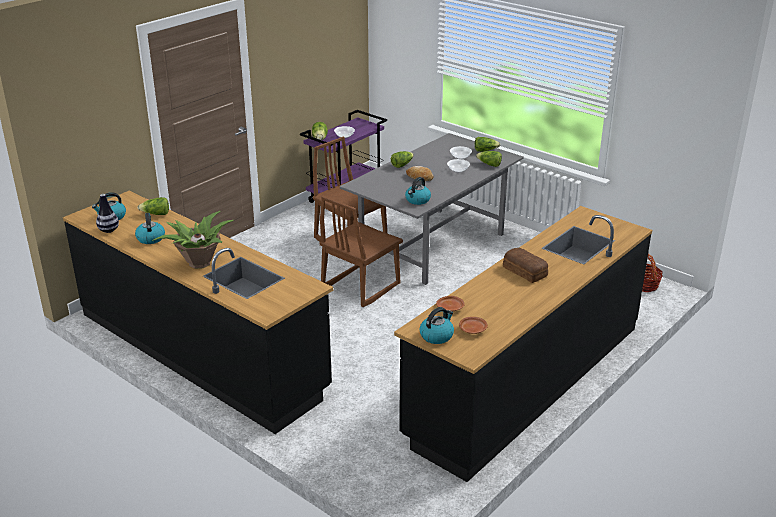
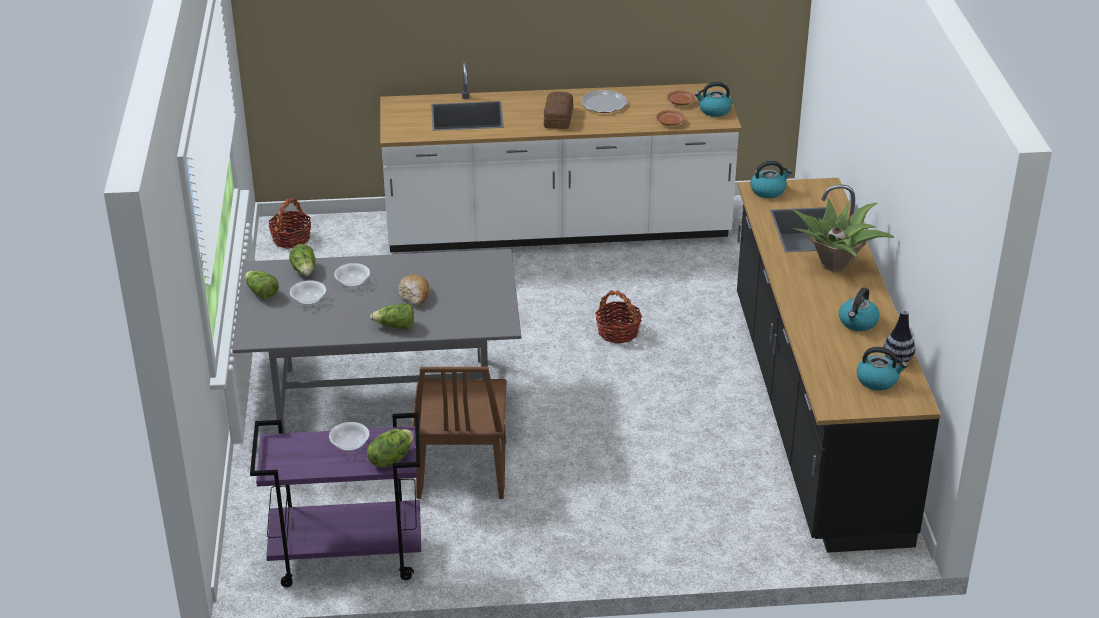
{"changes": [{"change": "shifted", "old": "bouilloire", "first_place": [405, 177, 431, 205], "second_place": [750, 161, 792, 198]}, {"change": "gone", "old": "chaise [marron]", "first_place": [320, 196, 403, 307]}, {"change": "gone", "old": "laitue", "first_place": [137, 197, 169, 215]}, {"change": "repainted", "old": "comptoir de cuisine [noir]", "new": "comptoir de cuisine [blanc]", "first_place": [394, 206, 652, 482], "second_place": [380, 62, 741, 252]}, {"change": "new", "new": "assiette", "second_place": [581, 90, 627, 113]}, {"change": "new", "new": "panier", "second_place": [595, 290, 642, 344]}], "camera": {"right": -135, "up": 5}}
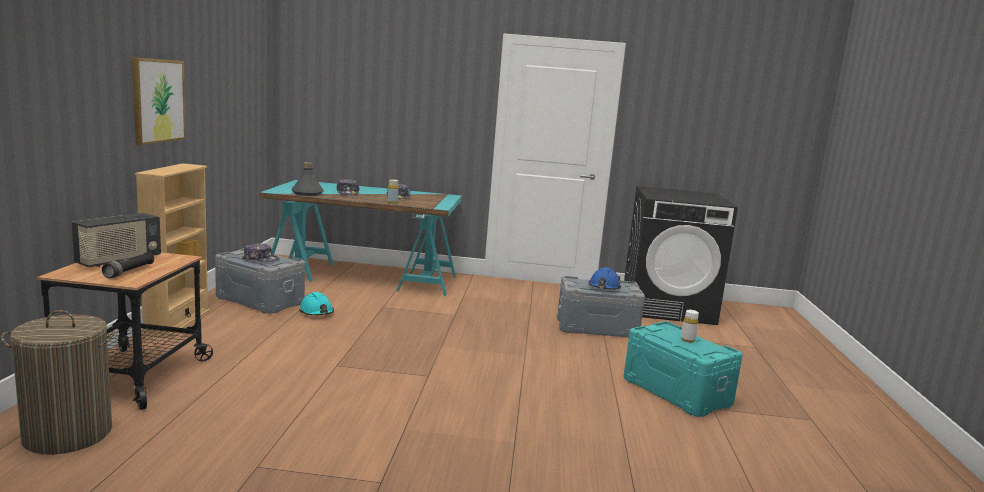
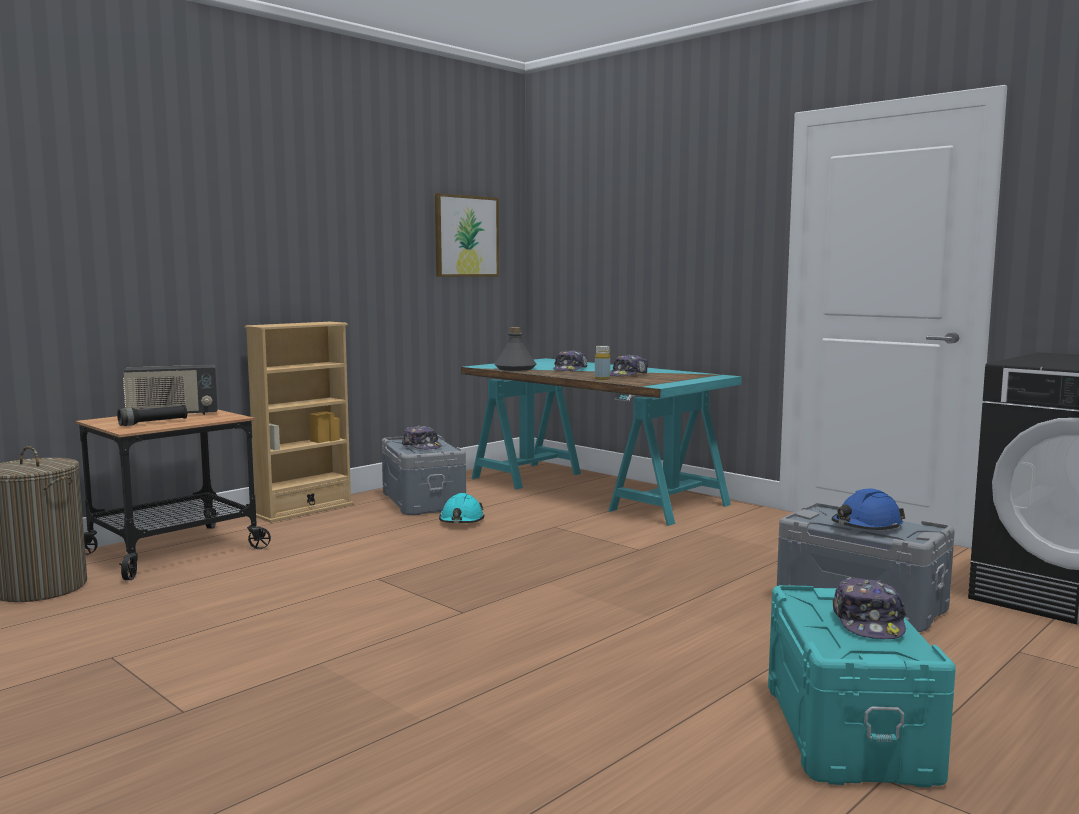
{"changes": [{"change": "shifted", "old": "tableau", "first_place": [132, 57, 186, 145], "second_place": [435, 193, 499, 277]}, {"change": "swapped", "old": "bouteille [blanc]", "new": "casquette", "first_place": [681, 310, 699, 342], "second_place": [833, 577, 907, 639]}], "camera": {"right": 40, "up": -5}}
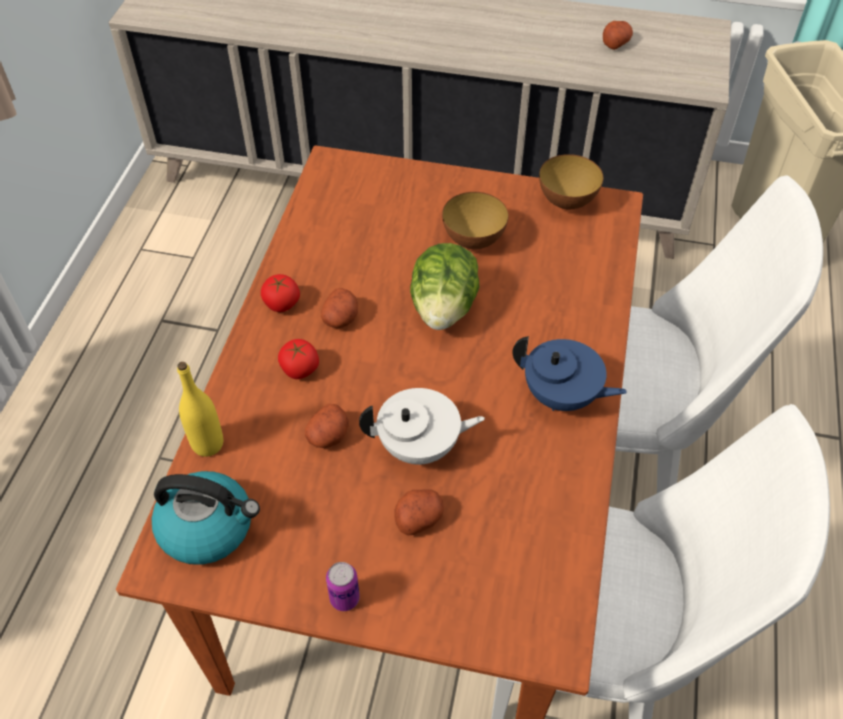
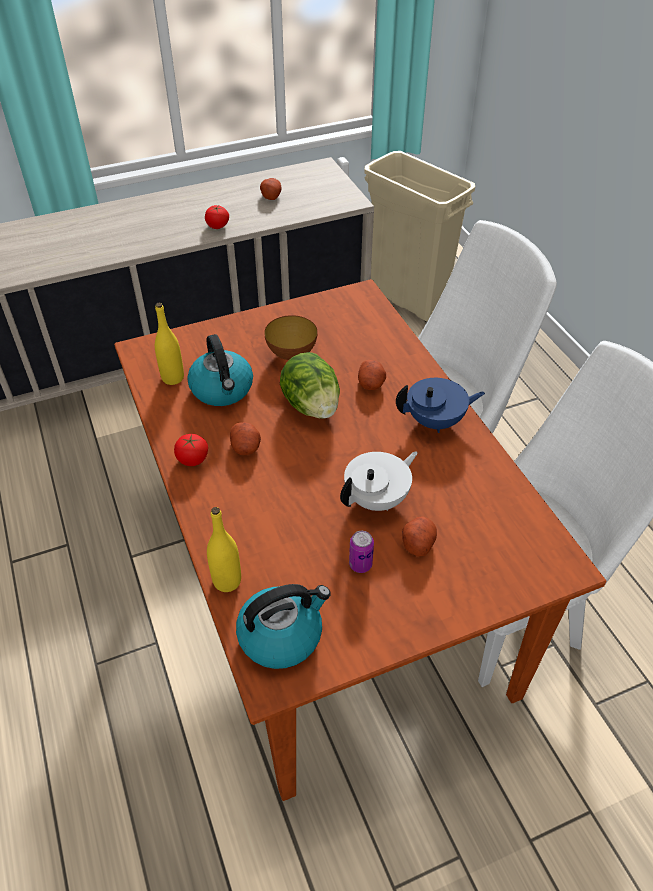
{"changes": [{"change": "gone", "old": "bol", "first_place": [539, 154, 603, 209]}, {"change": "shifted", "old": "tomate", "first_place": [278, 339, 319, 379], "second_place": [205, 205, 229, 229]}, {"change": "shifted", "old": "pomme de terre", "first_place": [305, 404, 349, 448], "second_place": [358, 360, 386, 390]}, {"change": "shifted", "old": "boîte métallique", "first_place": [326, 562, 360, 611], "second_place": [349, 531, 374, 573]}, {"change": "new", "new": "bouteille [jaune]", "second_place": [155, 303, 184, 385]}, {"change": "new", "new": "bouilloire", "second_place": [187, 334, 253, 406]}], "camera": {"right": -35, "up": -5}}
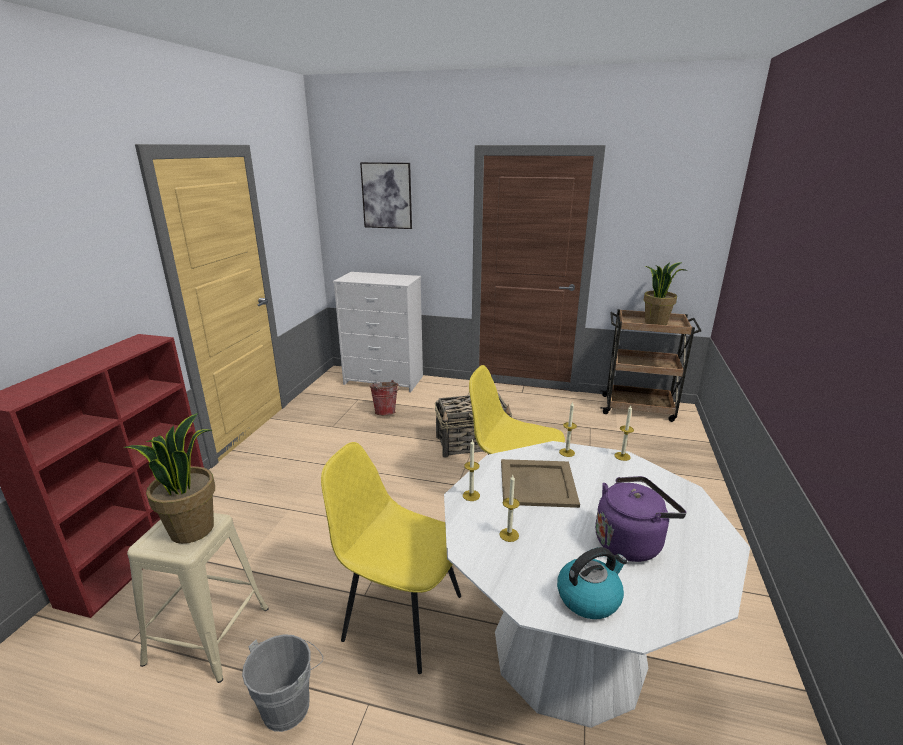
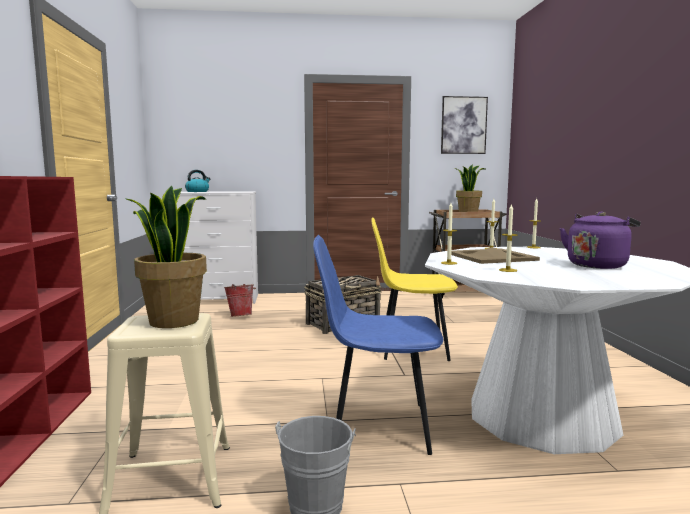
{"changes": [{"change": "shifted", "old": "tableau", "first_place": [360, 162, 412, 229], "second_place": [441, 96, 488, 154]}, {"change": "repainted", "old": "chaise [jaune]", "new": "chaise [bleu]", "first_place": [321, 442, 461, 674], "second_place": [313, 235, 443, 455]}, {"change": "shifted", "old": "bouilloire", "first_place": [557, 547, 627, 619], "second_place": [185, 170, 210, 192]}], "camera": {"right": -20, "up": -15}}
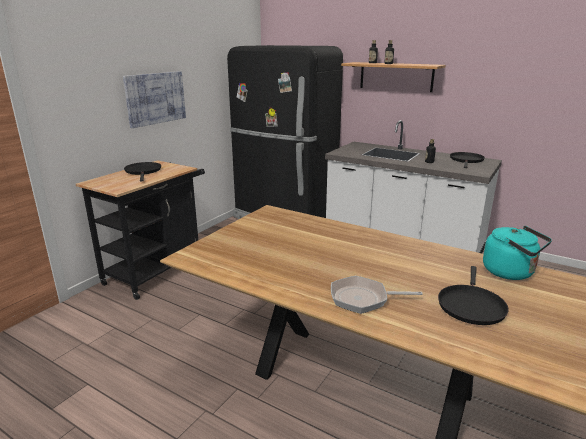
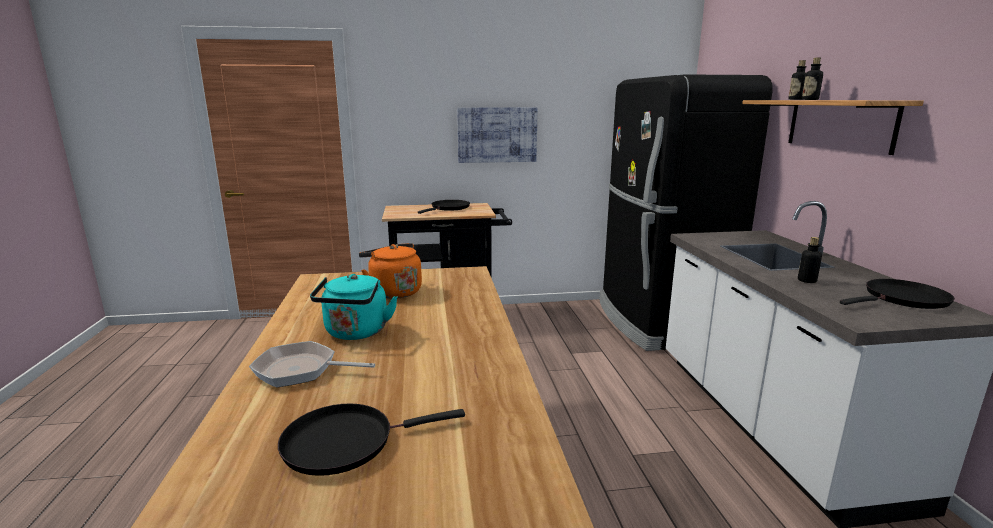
{"changes": [{"change": "shifted", "old": "bouilloire [turquoise]", "first_place": [483, 226, 552, 280], "second_place": [310, 274, 398, 340]}, {"change": "rotated", "old": "poêle", "first_place": [331, 276, 423, 314], "second_place": [249, 341, 375, 388], "degrees": -45}, {"change": "new", "new": "bouilloire [orange]", "second_place": [359, 243, 422, 299]}], "camera": {"right": 50, "up": -5}}
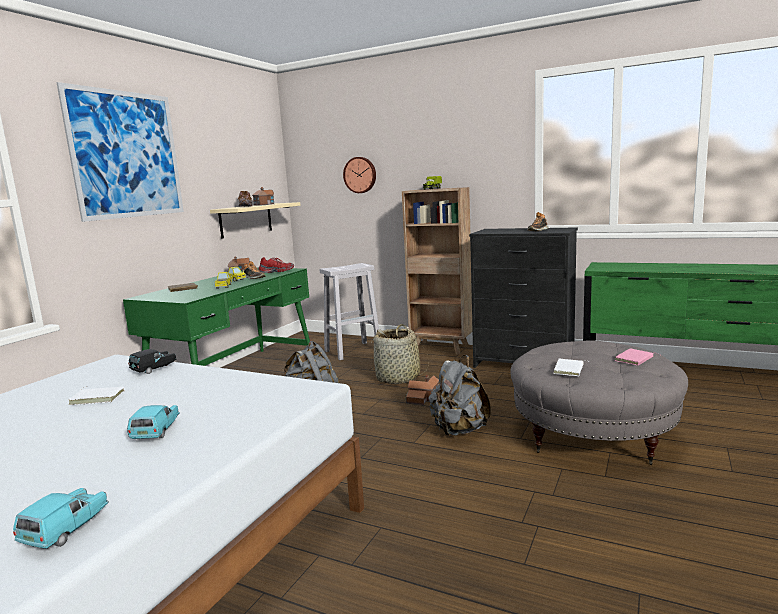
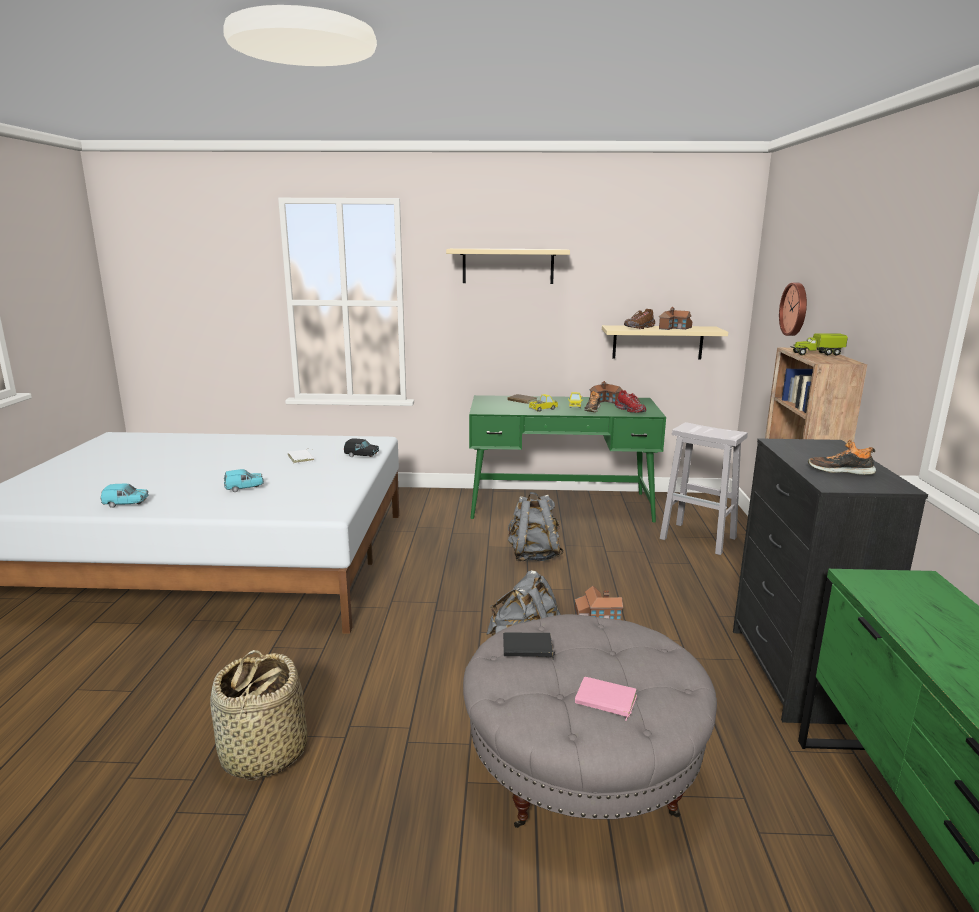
{"changes": [{"change": "swapped", "old": "tableau", "new": "étagère [beige]", "first_place": [56, 82, 184, 222], "second_place": [446, 248, 570, 284]}, {"change": "shifted", "old": "panier", "first_place": [372, 324, 429, 384], "second_place": [210, 650, 308, 781]}, {"change": "repainted", "old": "livre [blanc]", "new": "livre [noir]", "first_place": [553, 359, 592, 376], "second_place": [503, 632, 555, 660]}], "camera": {"right": 65, "up": 5}}
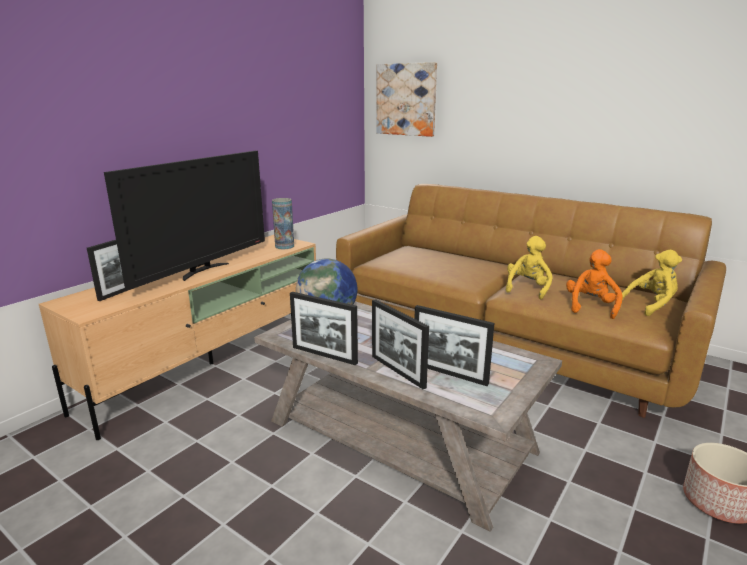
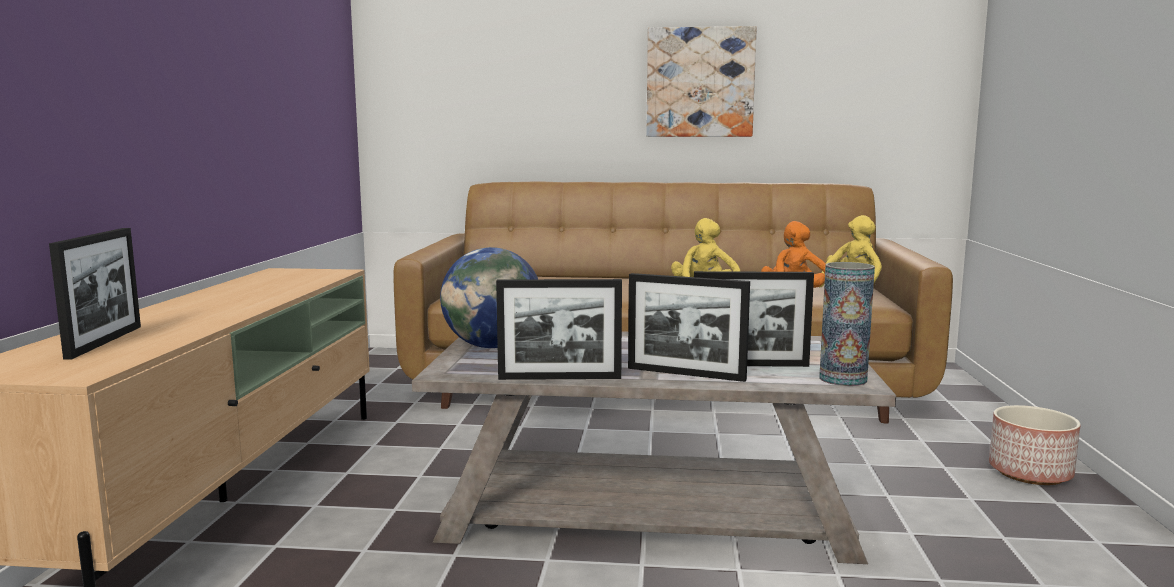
{"changes": [{"change": "shifted", "old": "tableau", "first_place": [376, 62, 437, 137], "second_place": [646, 26, 757, 137]}, {"change": "gone", "old": "téléviseur", "first_place": [104, 151, 265, 290]}, {"change": "shifted", "old": "vase", "first_place": [272, 198, 294, 249], "second_place": [819, 262, 875, 386]}], "camera": {"right": -30, "up": -10}}
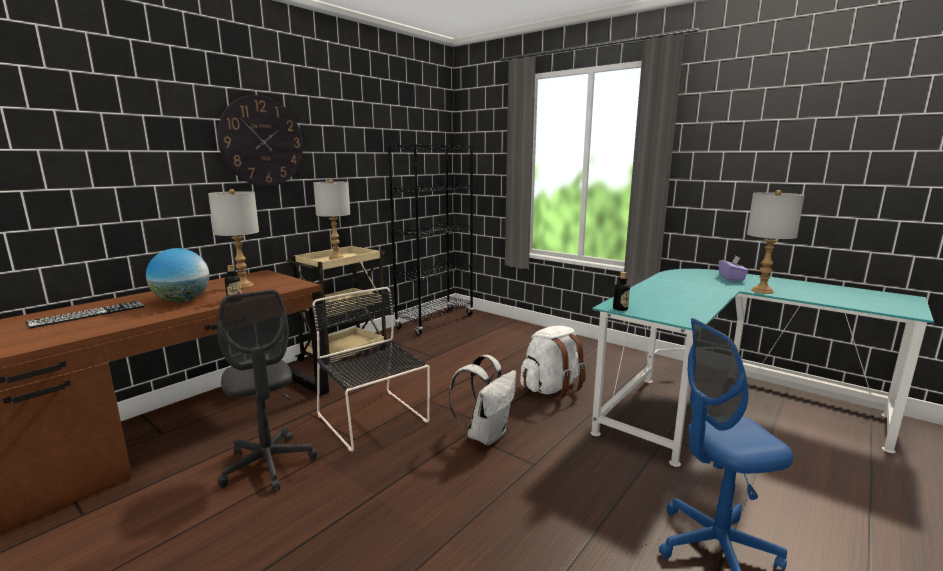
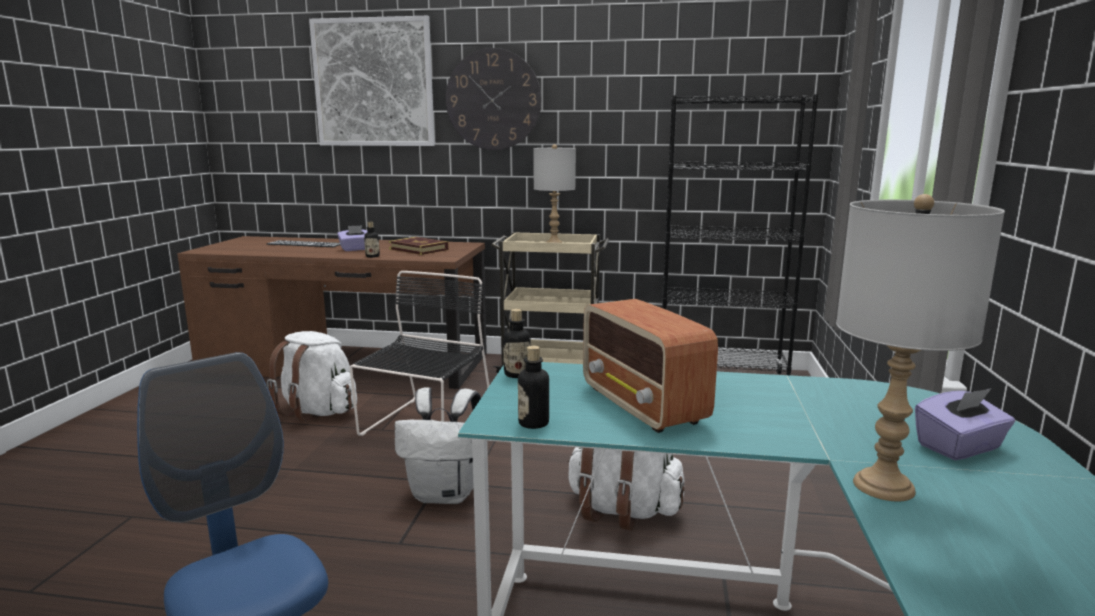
{"changes": [{"change": "swapped", "old": "lampe de table [gris]", "new": "livre", "first_place": [208, 189, 259, 288], "second_place": [389, 237, 449, 255]}, {"change": "swapped", "old": "globe", "new": "boîte à mouchoirs [violet]", "first_place": [146, 248, 209, 303], "second_place": [337, 225, 367, 251]}, {"change": "swapped", "old": "chaise de bureau [gris]", "new": "sac à dos [blanc]", "first_place": [217, 290, 317, 492], "second_place": [267, 331, 357, 423]}, {"change": "new", "new": "tableau", "second_place": [309, 16, 435, 146]}, {"change": "new", "new": "radio", "second_place": [583, 299, 718, 433]}, {"change": "new", "new": "bouteille", "second_place": [518, 345, 549, 429]}], "camera": {"right": 60, "up": 0}}
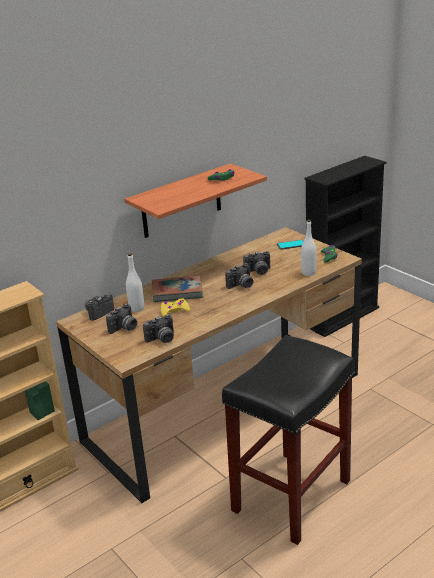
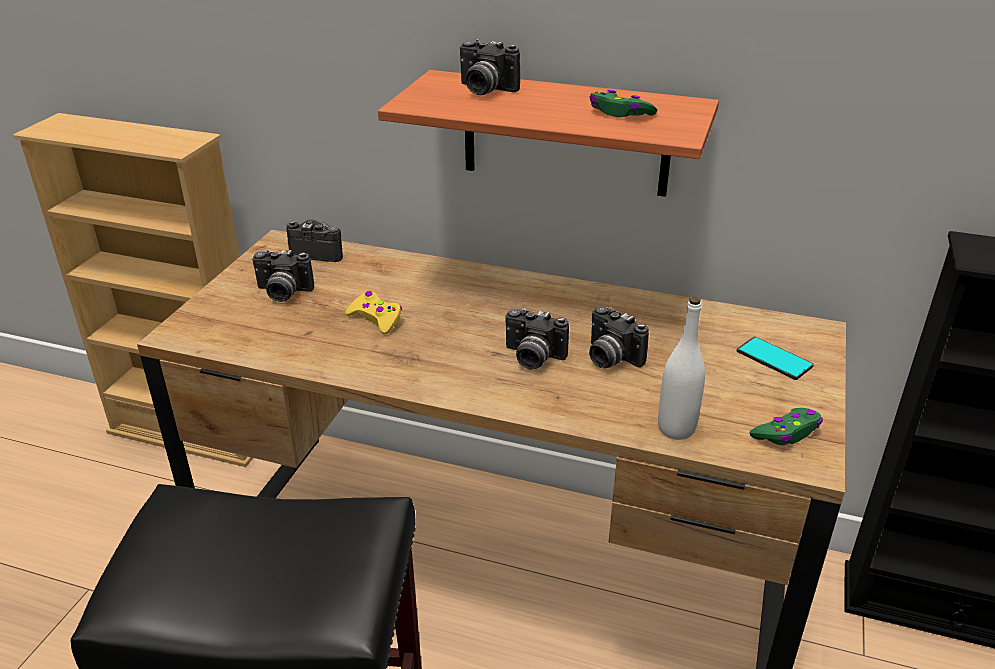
{"changes": [{"change": "gone", "old": "bouteille [blanc]", "first_place": [126, 253, 144, 312]}, {"change": "gone", "old": "livre", "first_place": [152, 275, 203, 302]}, {"change": "shifted", "old": "appareil photo", "first_place": [143, 314, 174, 343], "second_place": [460, 39, 520, 95]}], "camera": {"right": 55, "up": 5}}
